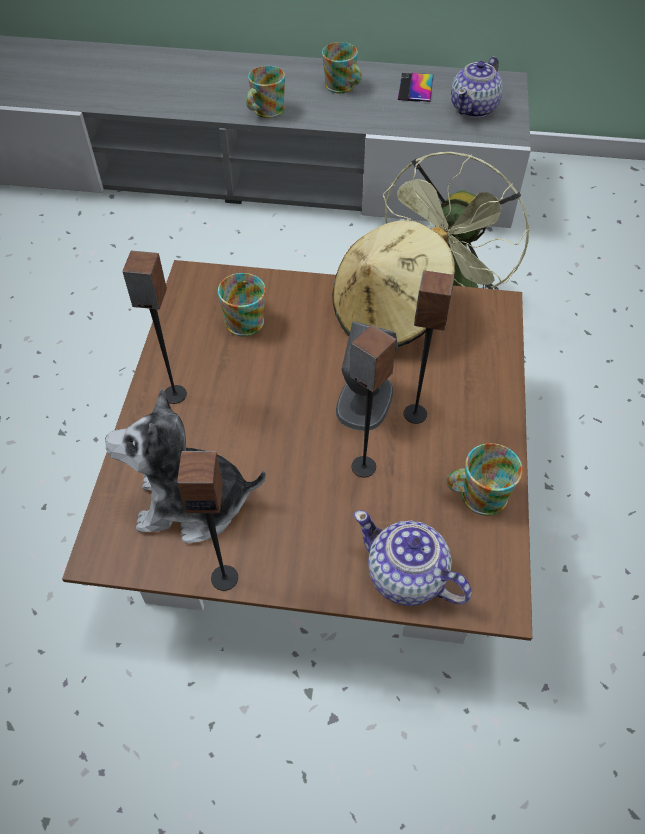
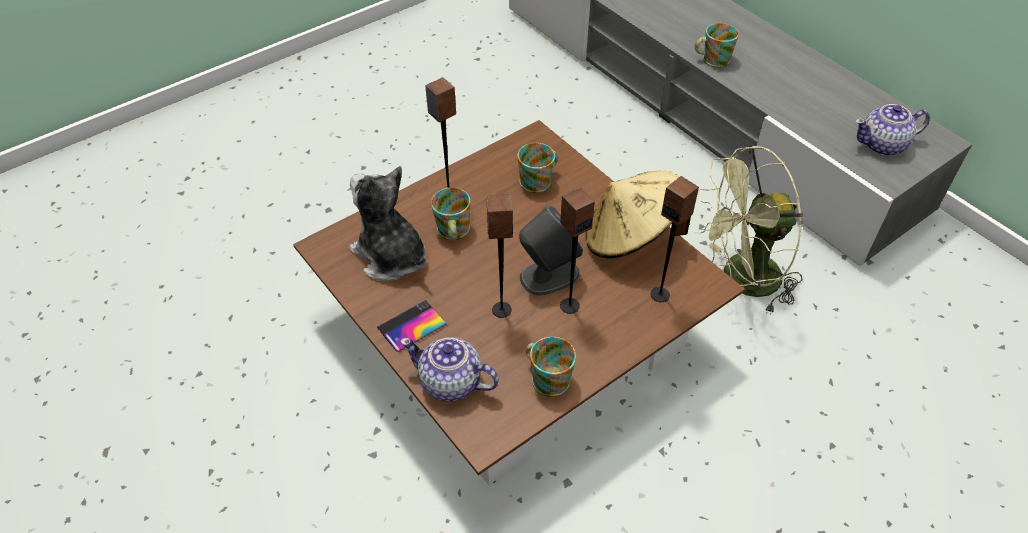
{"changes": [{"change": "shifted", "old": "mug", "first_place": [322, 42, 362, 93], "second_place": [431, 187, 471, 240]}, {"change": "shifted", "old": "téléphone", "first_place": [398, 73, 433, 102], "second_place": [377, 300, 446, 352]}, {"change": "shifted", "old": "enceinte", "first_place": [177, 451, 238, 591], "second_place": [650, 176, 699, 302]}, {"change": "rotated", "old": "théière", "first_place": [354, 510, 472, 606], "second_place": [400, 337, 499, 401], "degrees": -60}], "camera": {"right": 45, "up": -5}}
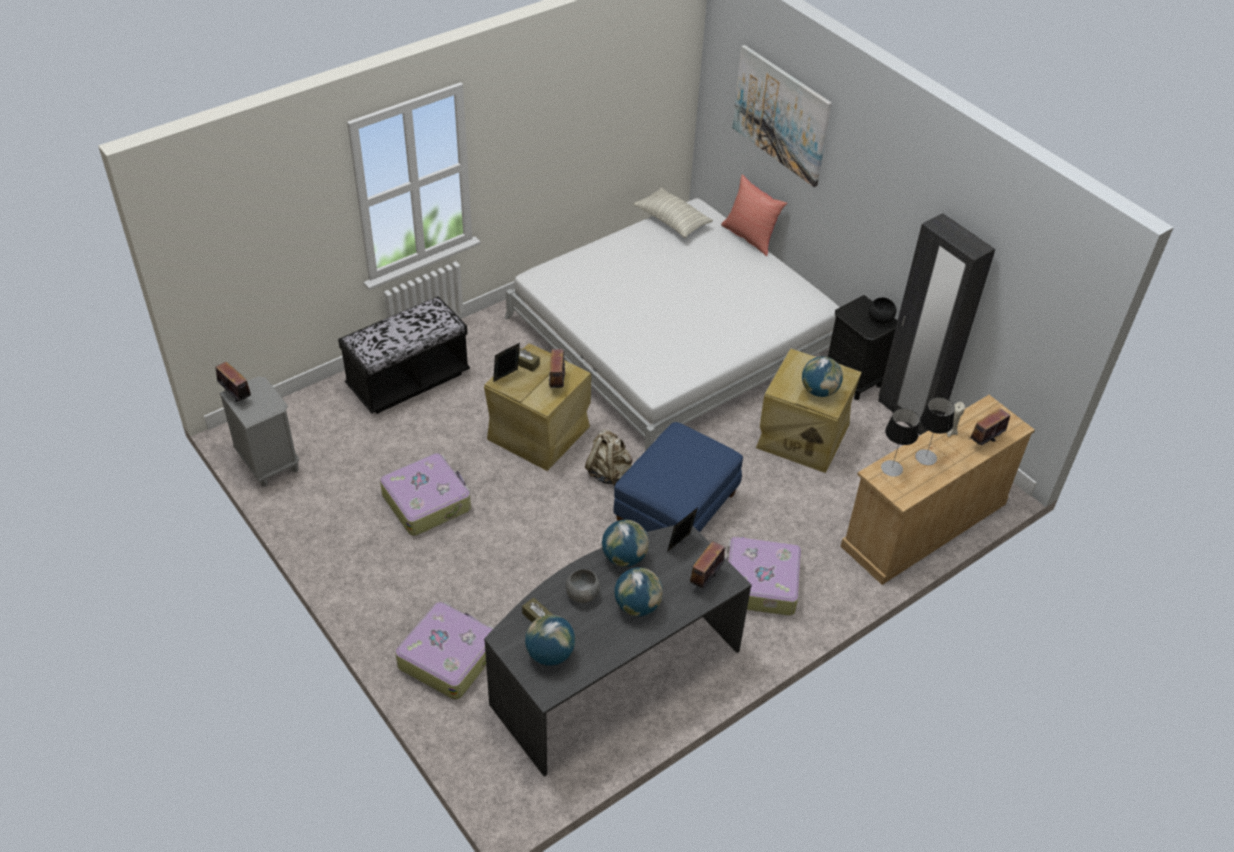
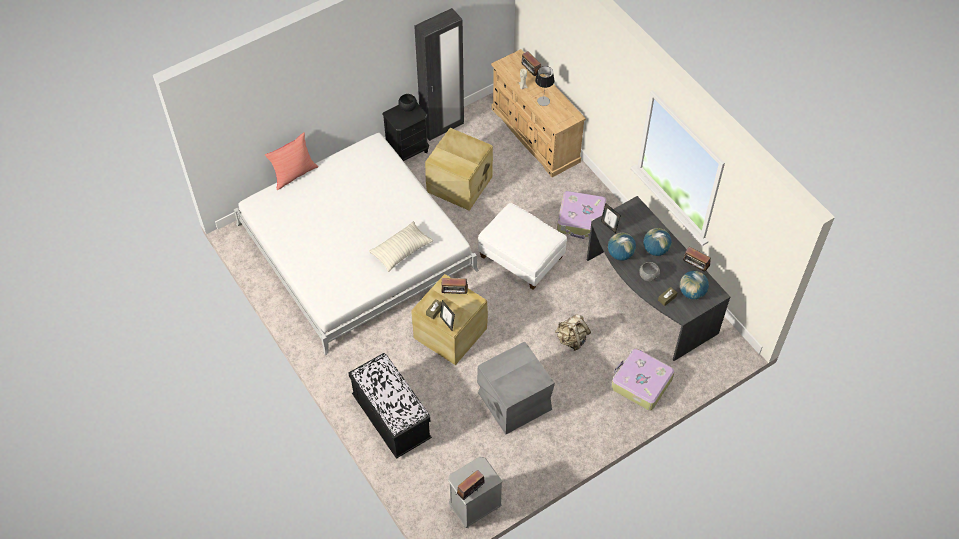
{"changes": [{"change": "gone", "old": "tableau", "first_place": [732, 45, 832, 187]}, {"change": "shifted", "old": "coussin", "first_place": [633, 188, 713, 238], "second_place": [369, 221, 433, 272]}, {"change": "gone", "old": "globe", "first_place": [802, 356, 843, 397]}, {"change": "gone", "old": "lampe de table", "first_place": [881, 408, 919, 477]}, {"change": "repainted", "old": "pouf [bleu]", "new": "pouf [blanc]", "first_place": [614, 422, 743, 532], "second_place": [478, 203, 567, 290]}, {"change": "shifted", "old": "sac à dos [beige]", "first_place": [585, 430, 632, 486], "second_place": [555, 314, 591, 351]}, {"change": "swapped", "old": "valise", "new": "boîte de rangement [gris]", "first_place": [380, 453, 471, 536], "second_place": [477, 341, 555, 434]}, {"change": "shifted", "old": "radio", "first_place": [687, 541, 725, 588], "second_place": [683, 247, 711, 272]}], "camera": {"right": -85, "up": 10}}
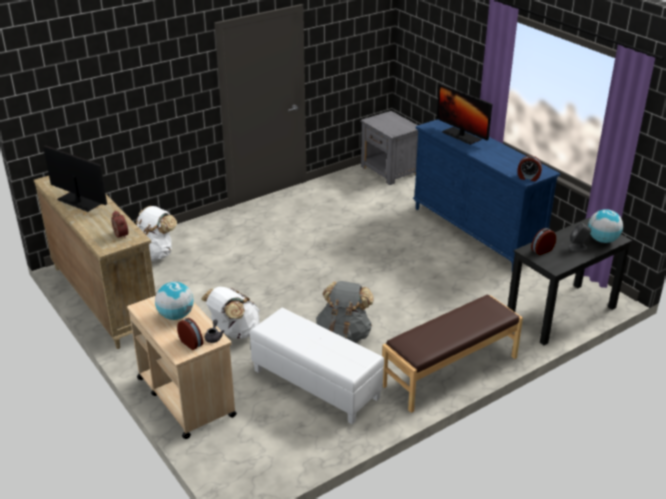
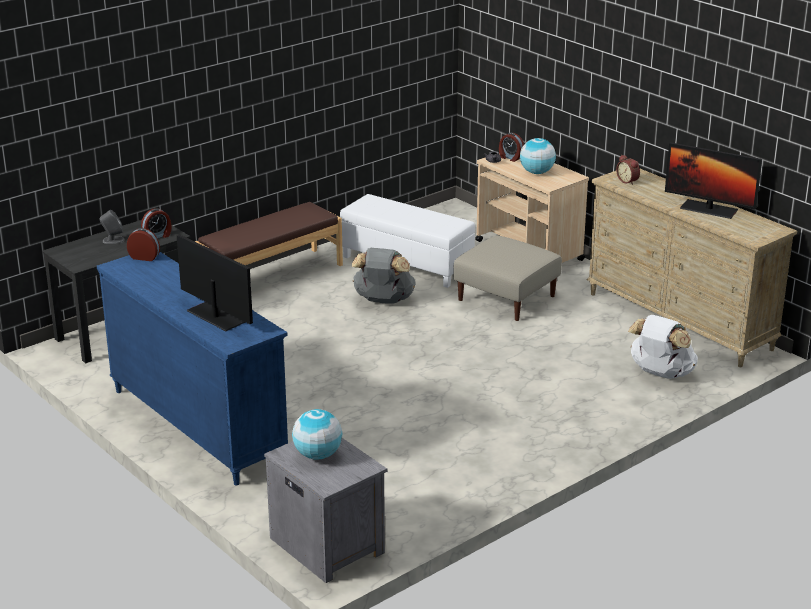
{"changes": [{"change": "shifted", "old": "globe", "first_place": [588, 209, 623, 243], "second_place": [292, 409, 342, 460]}, {"change": "swapped", "old": "sac à dos [blanc]", "new": "pouf [beige]", "first_place": [201, 287, 260, 339], "second_place": [453, 236, 562, 321]}], "camera": {"right": 175, "up": -5}}
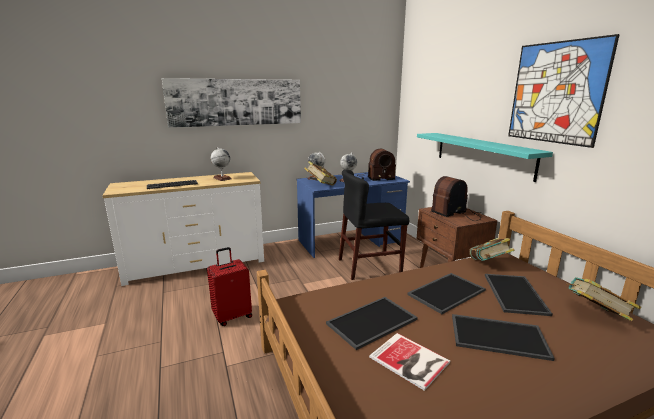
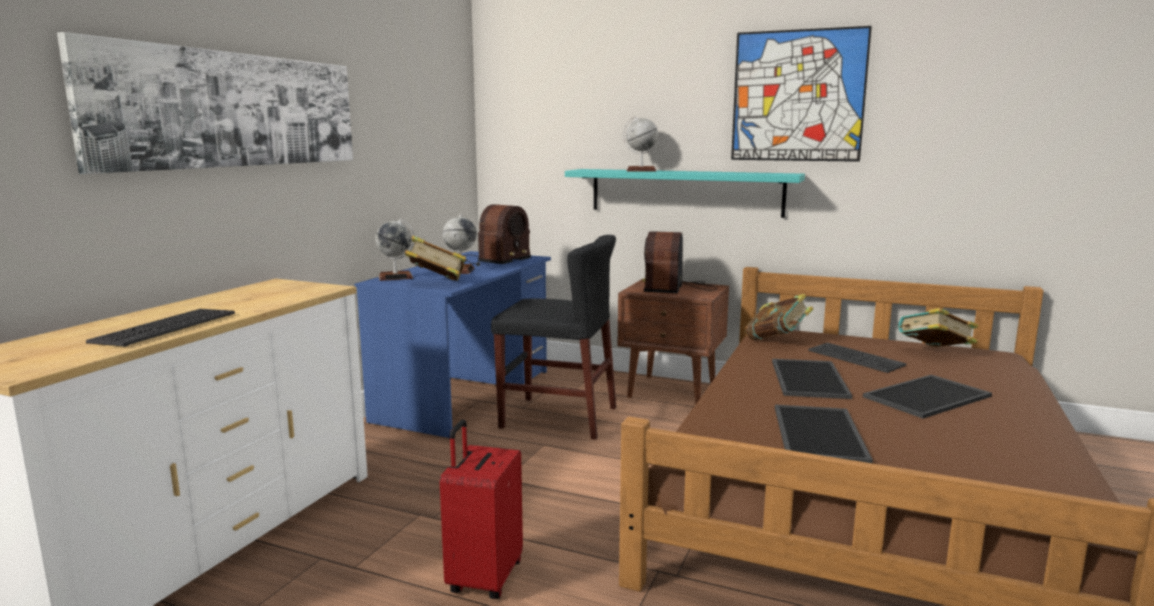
{"changes": [{"change": "shifted", "old": "globe", "first_place": [211, 147, 232, 181], "second_place": [623, 116, 658, 172]}, {"change": "rotated", "old": "chaise [noir]", "first_place": [339, 169, 409, 280], "second_place": [491, 235, 616, 440], "degrees": -105}, {"change": "swapped", "old": "plateau", "new": "clavier", "first_place": [485, 274, 552, 316], "second_place": [808, 343, 906, 373]}, {"change": "gone", "old": "livre", "first_place": [369, 333, 450, 391]}], "camera": {"right": -45, "up": -5}}
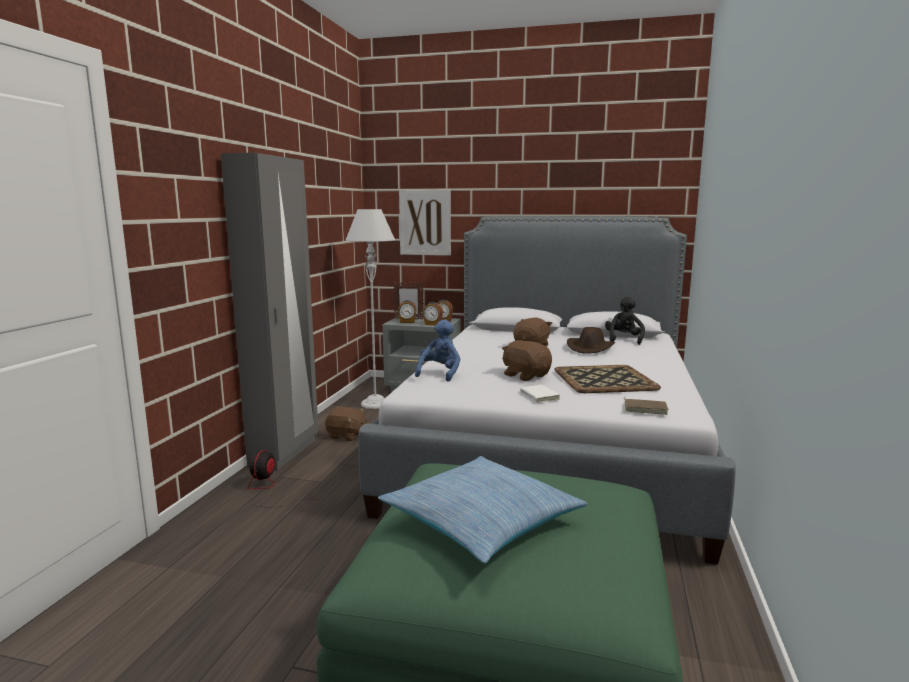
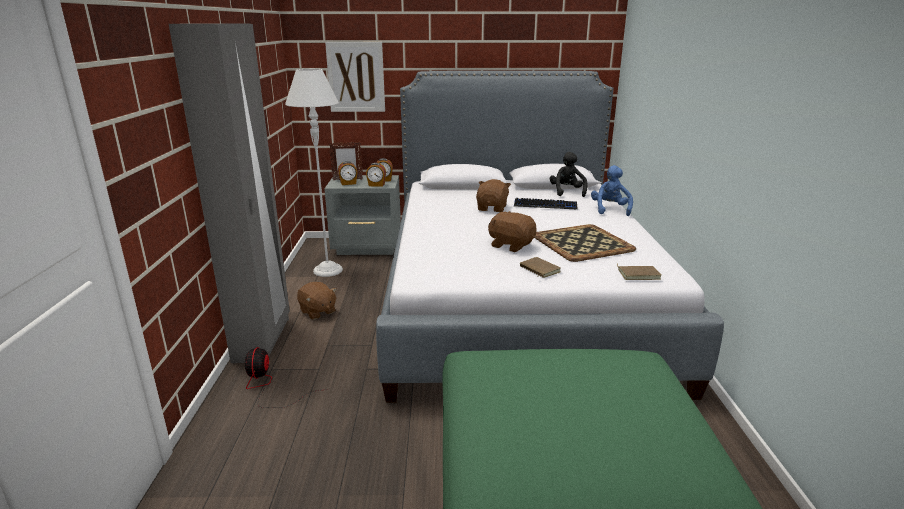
{"changes": [{"change": "shifted", "old": "peluche [bleu]", "first_place": [415, 319, 460, 381], "second_place": [591, 165, 633, 216]}, {"change": "swapped", "old": "chapeau [marron]", "new": "clavier", "first_place": [567, 327, 615, 354], "second_place": [514, 198, 578, 209]}, {"change": "repainted", "old": "livre [blanc]", "new": "livre [marron]", "first_place": [520, 385, 560, 402], "second_place": [520, 257, 560, 278]}, {"change": "rotated", "old": "peluche [marron]", "first_place": [325, 407, 367, 441], "second_place": [297, 282, 337, 320], "degrees": 45}, {"change": "gone", "old": "coussin", "first_place": [378, 456, 587, 564]}], "camera": {"right": -15, "up": 10}}
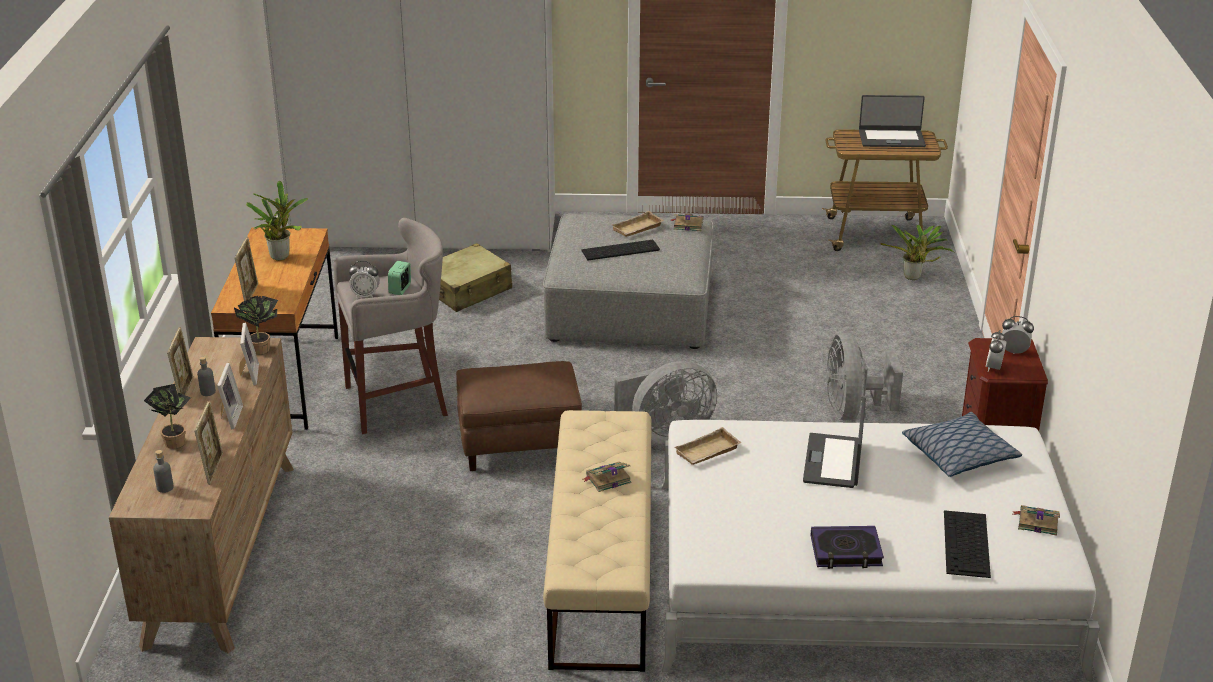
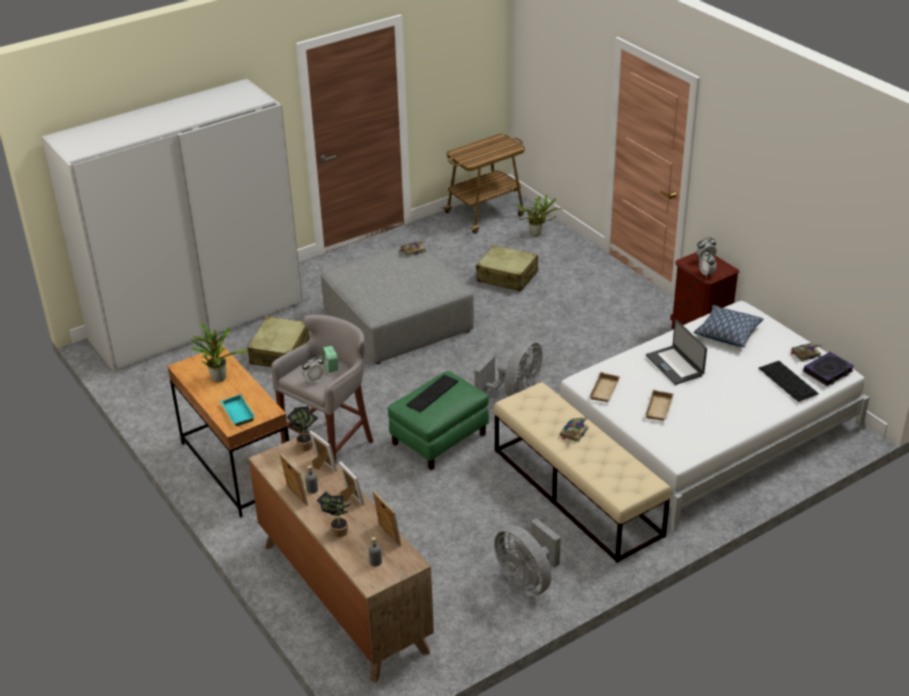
{"changes": [{"change": "gone", "old": "ordinateur portable", "first_place": [859, 95, 926, 147]}, {"change": "shifted", "old": "plateau [beige]", "first_place": [612, 211, 664, 237], "second_place": [645, 389, 674, 421]}, {"change": "swapped", "old": "cadre photo", "new": "plateau [turquoise]", "first_place": [235, 237, 258, 301], "second_place": [220, 394, 255, 426]}, {"change": "shifted", "old": "clavier", "first_place": [581, 240, 660, 260], "second_place": [406, 375, 458, 412]}, {"change": "shifted", "old": "ventilateur [gris]", "first_place": [826, 333, 903, 420], "second_place": [494, 518, 561, 596]}, {"change": "repainted", "old": "pouf [marron]", "new": "pouf [vert]", "first_place": [456, 361, 582, 471], "second_place": [388, 371, 489, 470]}, {"change": "shifted", "old": "livre", "first_place": [811, 526, 884, 569], "second_place": [803, 352, 854, 386]}, {"change": "new", "new": "valise [beige]", "second_place": [476, 245, 538, 292]}], "camera": {"right": -35, "up": 5}}
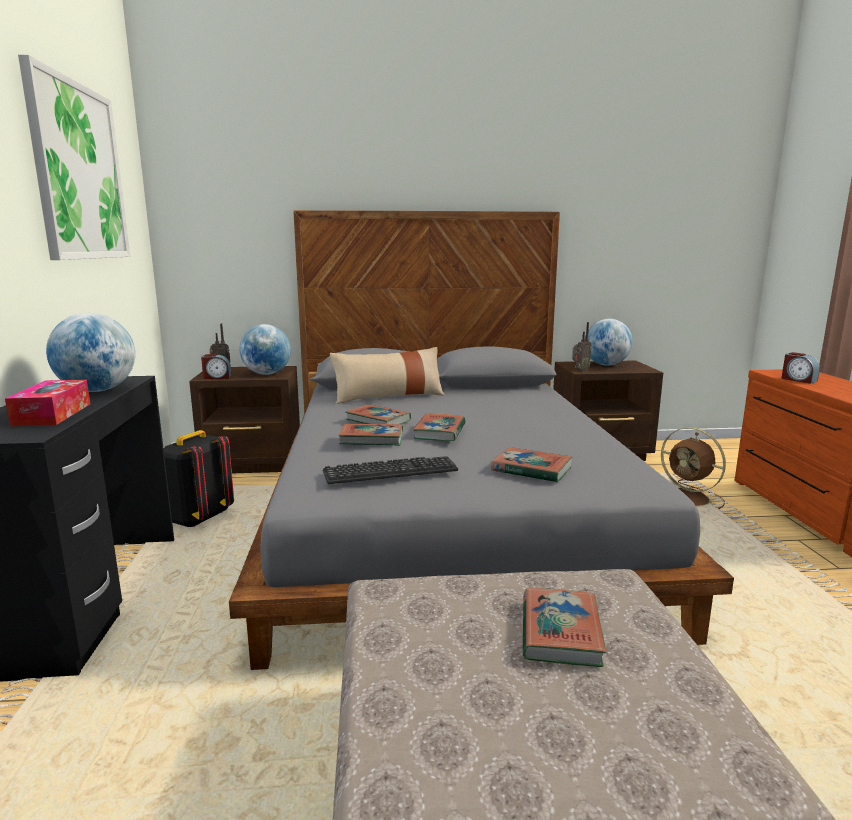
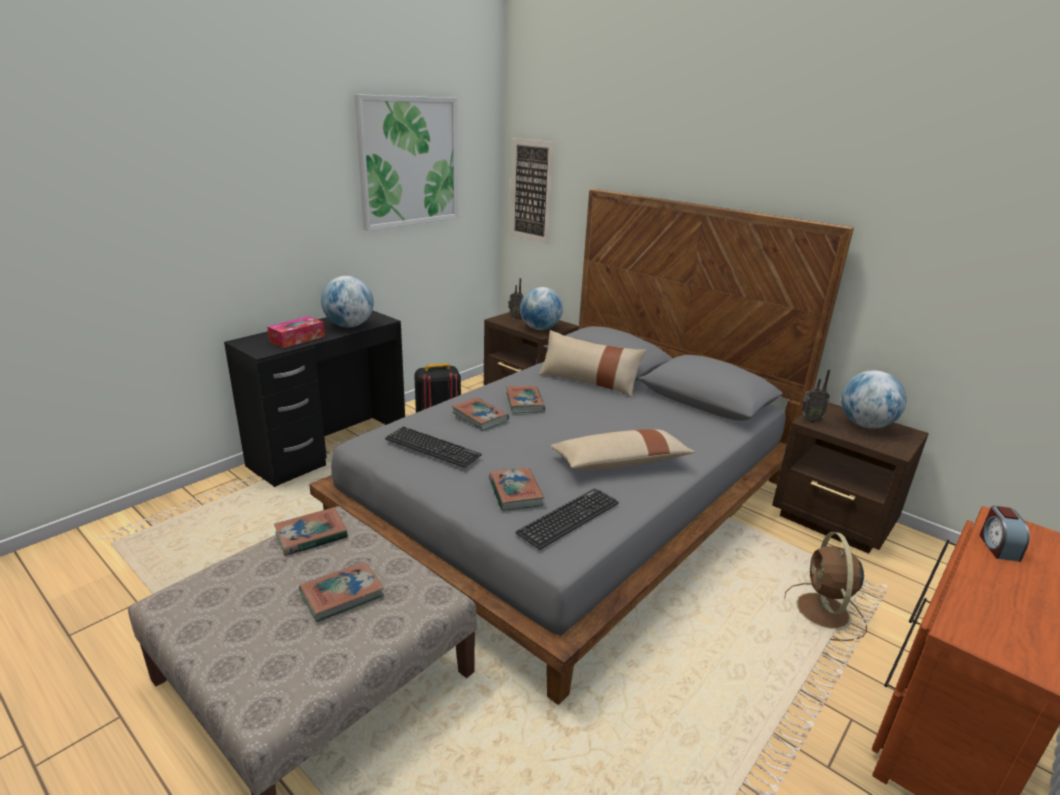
{"changes": [{"change": "gone", "old": "réveil", "first_place": [201, 354, 231, 379]}, {"change": "shifted", "old": "livre", "first_place": [413, 413, 466, 441], "second_place": [274, 507, 348, 556]}, {"change": "new", "new": "tableau", "second_place": [509, 138, 555, 244]}, {"change": "new", "new": "coussin [beige]", "second_place": [550, 429, 695, 470]}, {"change": "new", "new": "clavier", "second_place": [516, 488, 619, 550]}], "camera": {"right": 45, "up": 10}}
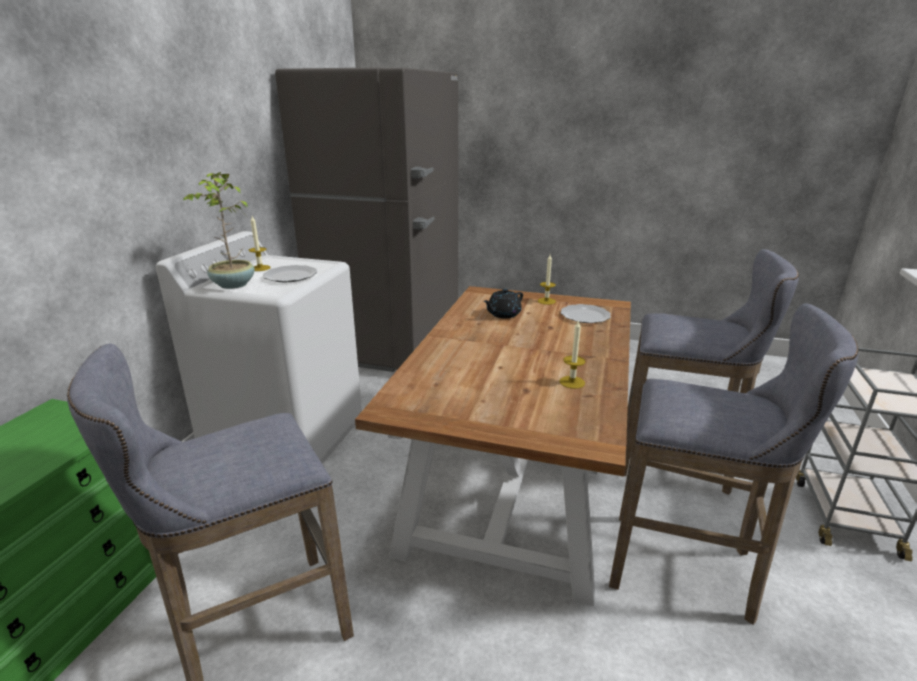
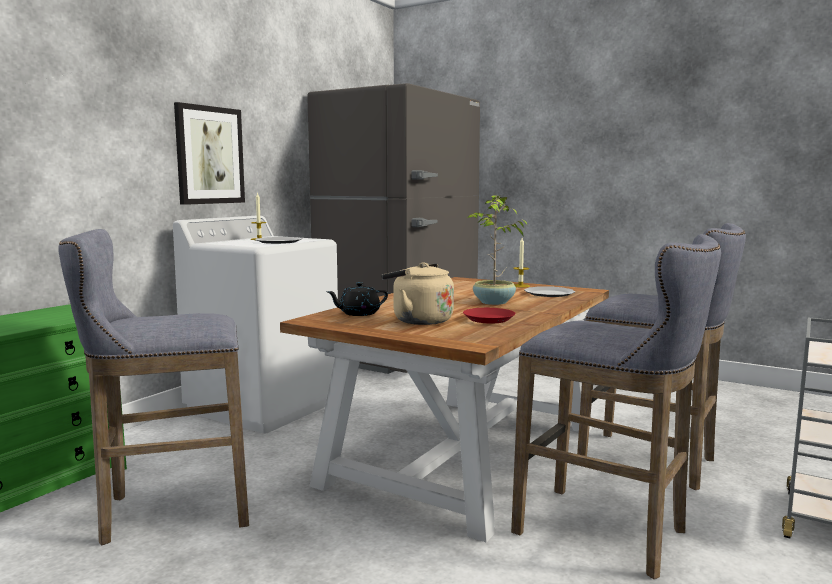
{"changes": [{"change": "shifted", "old": "plante en pot", "first_place": [183, 172, 255, 289], "second_place": [468, 195, 527, 305]}, {"change": "shifted", "old": "théière [noir]", "first_place": [483, 289, 523, 318], "second_place": [327, 282, 388, 316]}, {"change": "swapped", "old": "bougie", "new": "assiette [rouge]", "first_place": [559, 320, 586, 389], "second_place": [463, 308, 516, 323]}, {"change": "new", "new": "tableau", "second_place": [174, 102, 245, 205]}, {"change": "new", "new": "bouilloire [beige]", "second_place": [381, 262, 454, 325]}], "camera": {"right": 15, "up": -15}}
